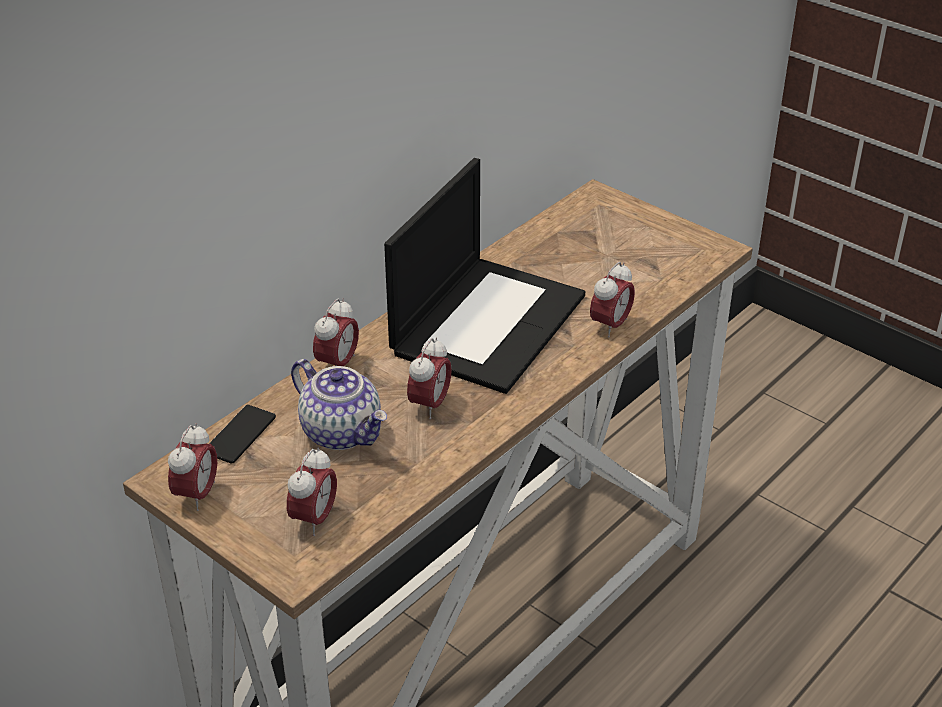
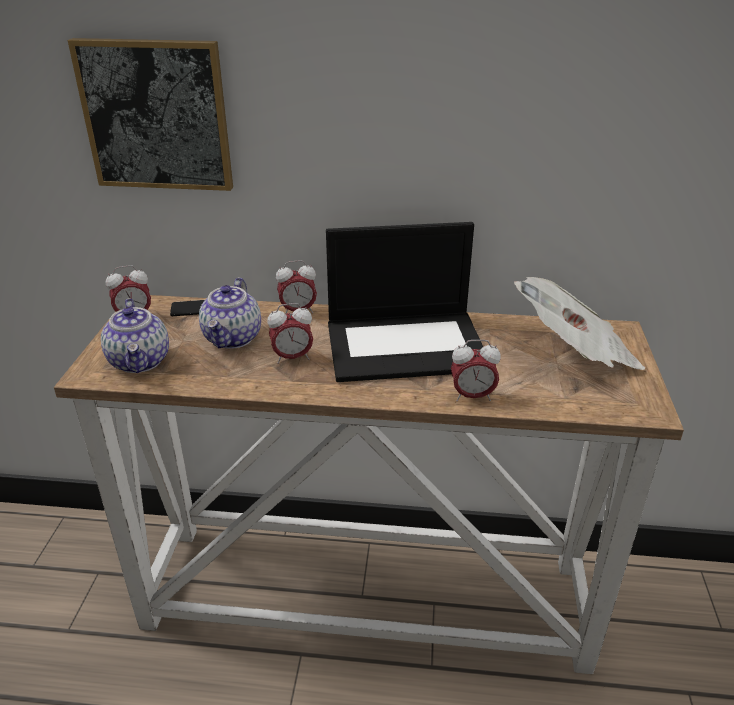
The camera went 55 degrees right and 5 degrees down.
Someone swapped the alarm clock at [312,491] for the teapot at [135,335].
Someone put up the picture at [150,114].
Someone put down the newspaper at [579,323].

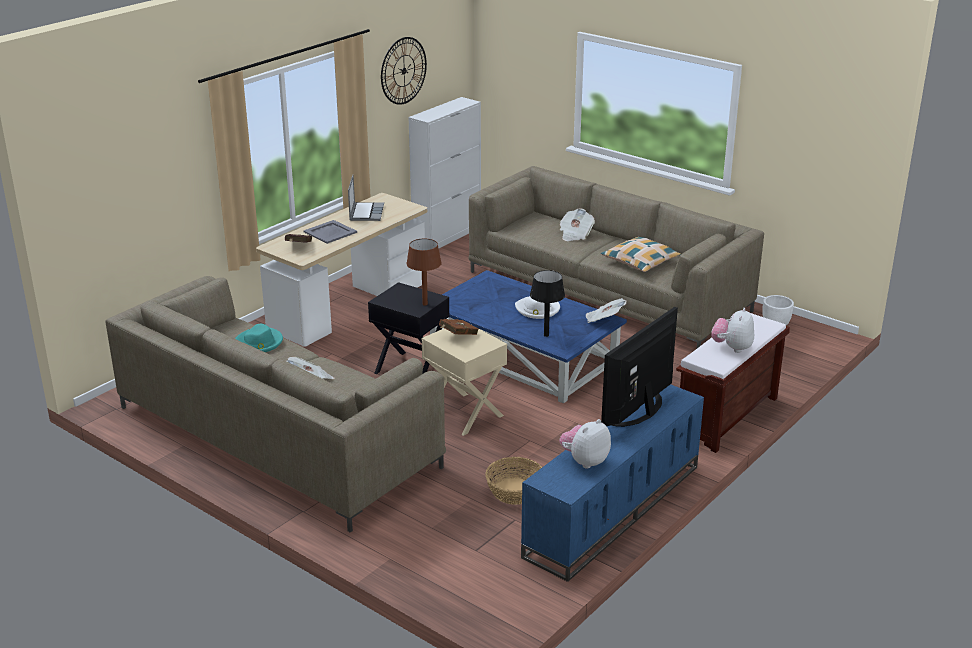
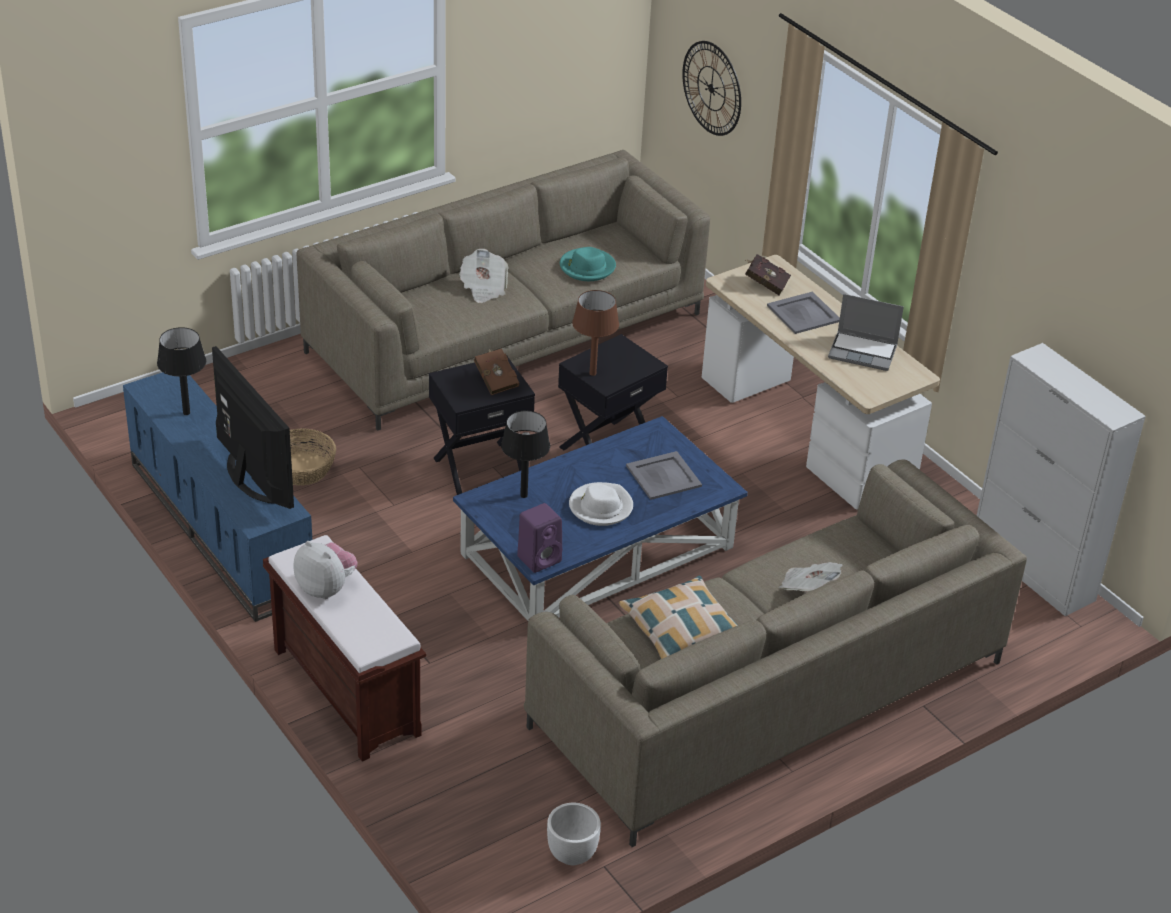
The camera went 105 degrees right and 10 degrees up.
Someone carried the wall clock from [404,71] to [711,88].
Someone repainted the beige side table at [464,381], which became the black side table at [482,425].
Someone swapped the plush toy at [585,444] for the black table lamp at [181,371].
Someone swapped the newspaper at [606,310] for the purple speaker at [539,538].
Someone put down the grey tray at [664,475].

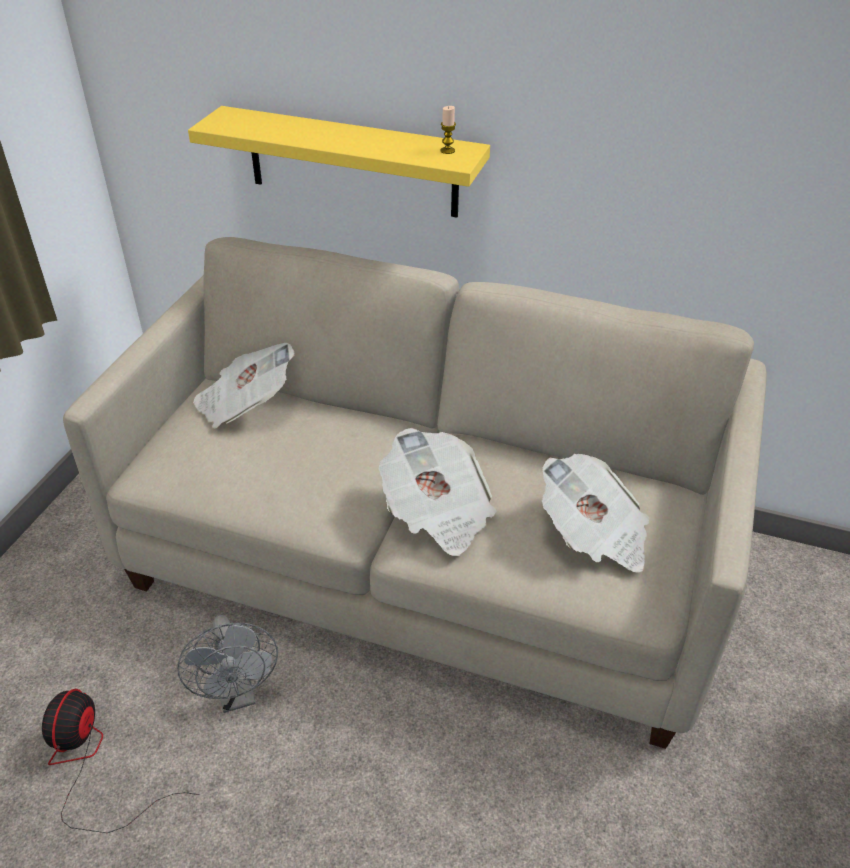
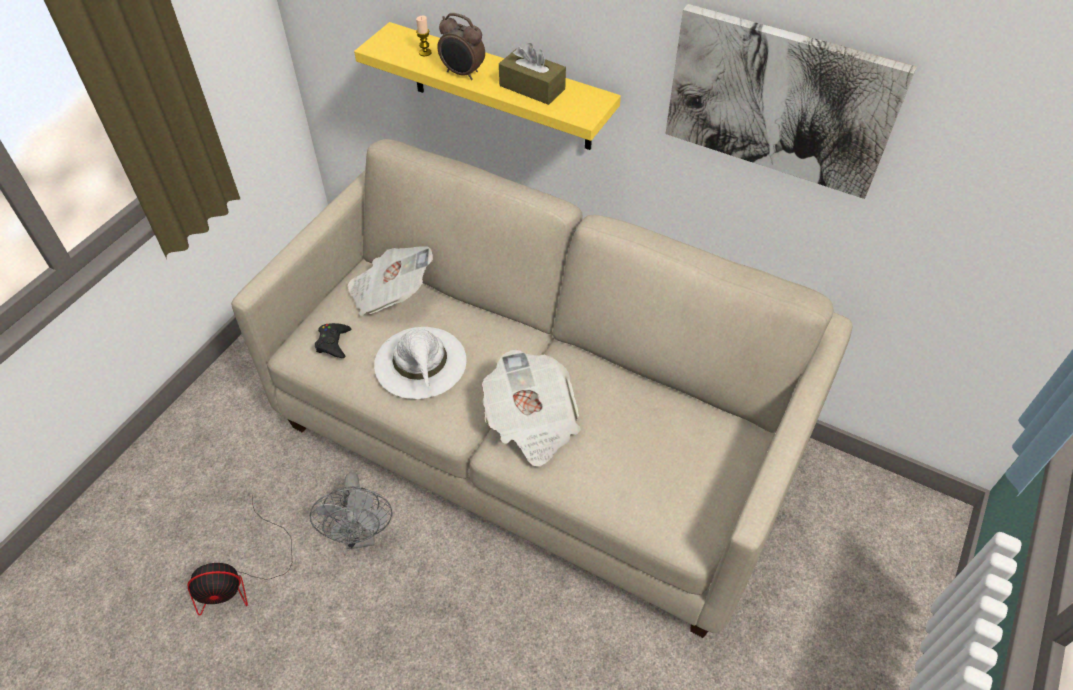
The camera went 10 degrees right and 10 degrees up.
Someone rotated the fan at [121,761] by 120 degrees counterclockwise.
Someone carried the candle from [448,130] to [424,36].
Someone took away the newspaper at [595,513].
Someone put down the black game controller at [333,340].
Someone put down the white hat at [420,363].
Someone put down the alarm clock at [461,46].
Someone put down the brown tissue box at [532,74].
Someone put up the picture at [791,101].

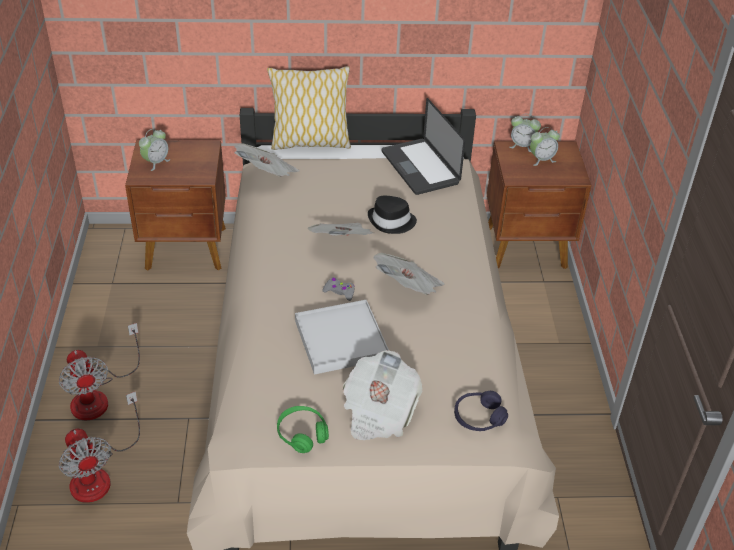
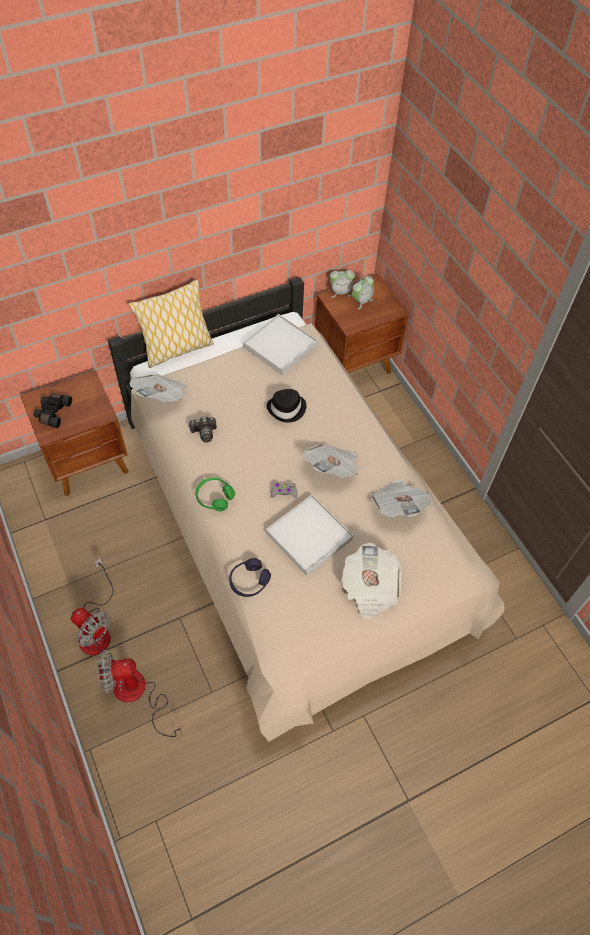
The camera went 25 degrees left and 15 degrees up.
Someone rotated the fan at [99,447] by 135 degrees clockwise.
Someone swapped the alarm clock at [154,150] for the black binoculars at [53,411].
Someone carried the green headphones from [303,429] to [215,494].
Someone carried the newspaper from [341,229] to [401,498].
Someone swapped the laptop at [423,146] for the white tray at [280,344].
Someone carried the purple headphones from [481,411] to [250,577].
Someone put down the photo camera at [203,429].

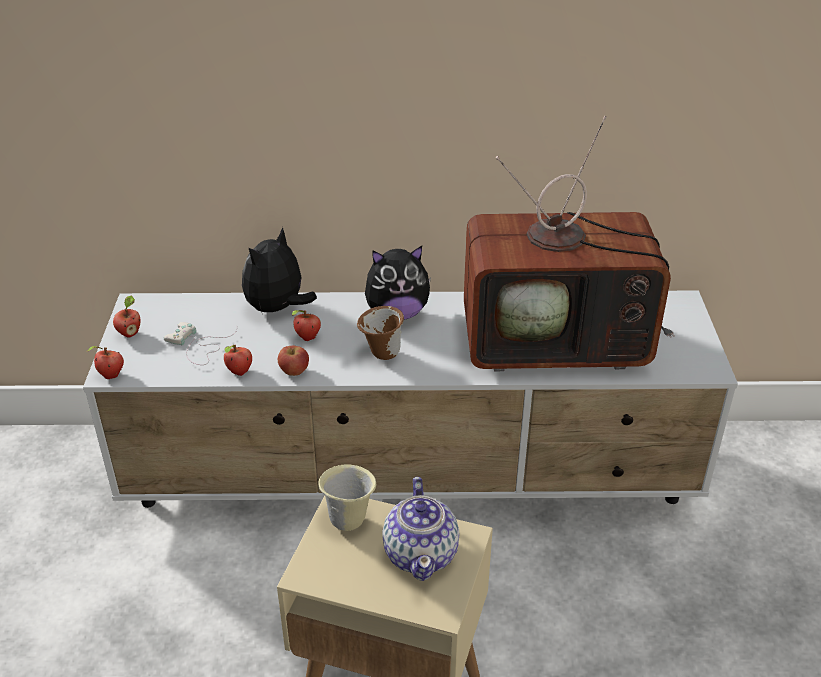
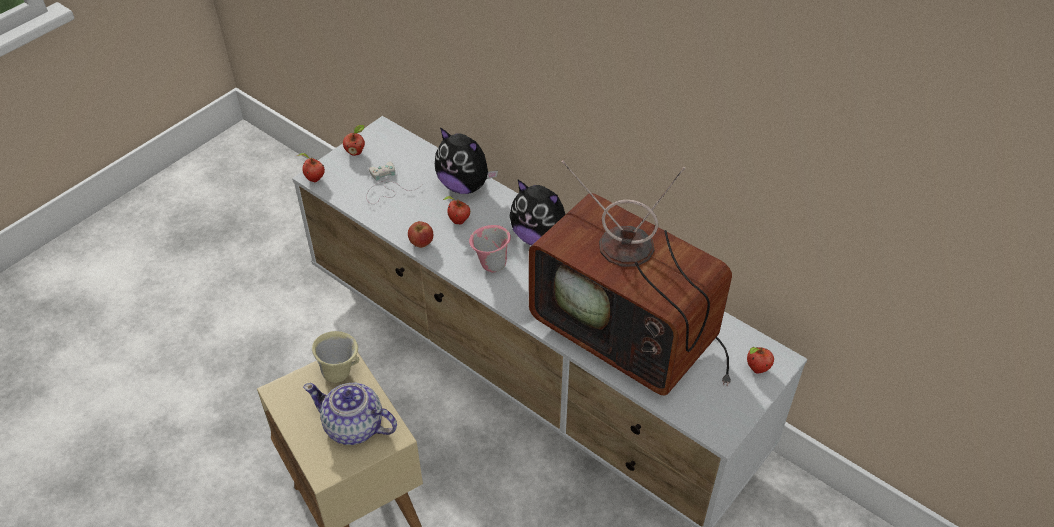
The camera went 40 degrees right and 10 degrees up.
Someone carried the apple from [238,360] to [760,360].
Someone rotated the plush toy at [279,269] by 135 degrees counterclockwise.
Someone repainted the brown mug at [380,333], which became the pink mug at [490,248].
Someone rotated the teapot at [420,529] by 75 degrees clockwise.

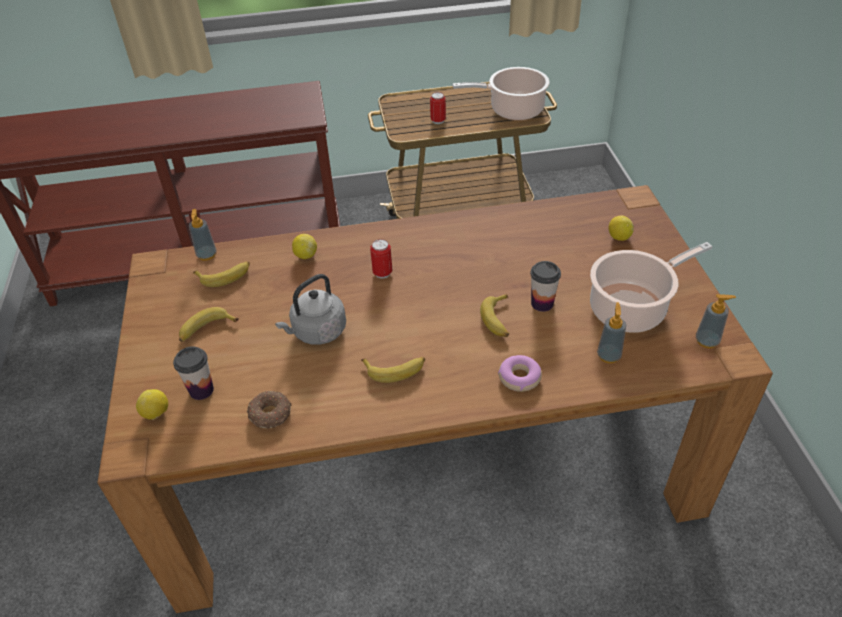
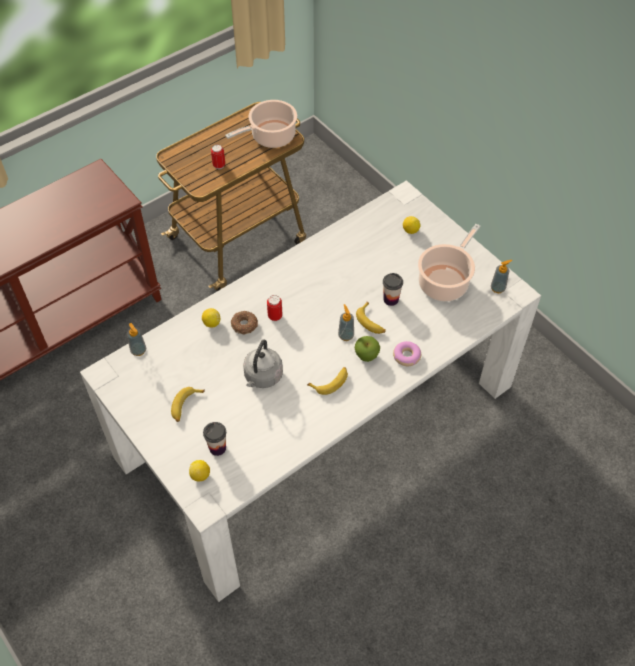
The camera went 30 degrees left and 10 degrees up.
Someone repainted the brown dining table at [435,399], which became the white dining table at [310,391].
Someone took away the banana at [221,274].
Someone carried the donut from [269,410] to [244,322].
Someone carried the soap dispenser from [611,332] to [346,322].
Someone put down the apple at [367,349].

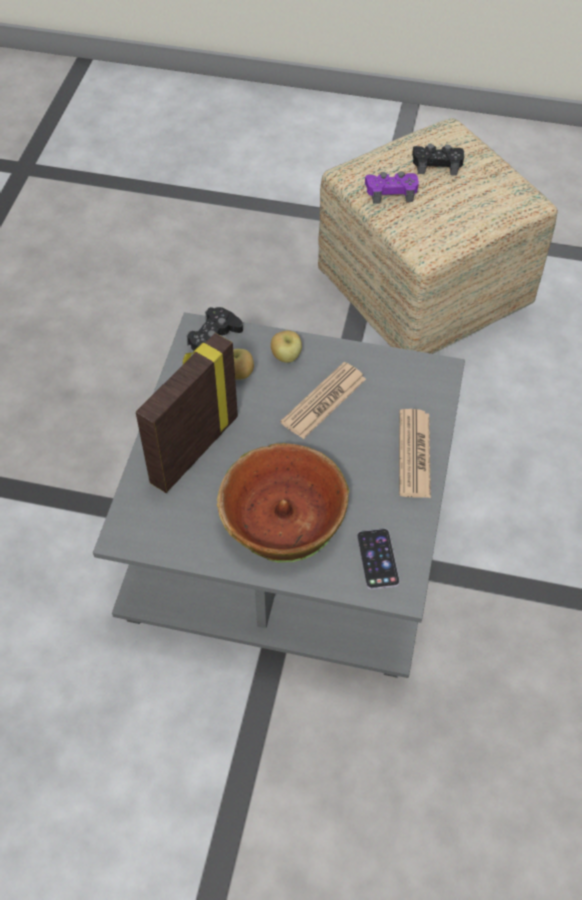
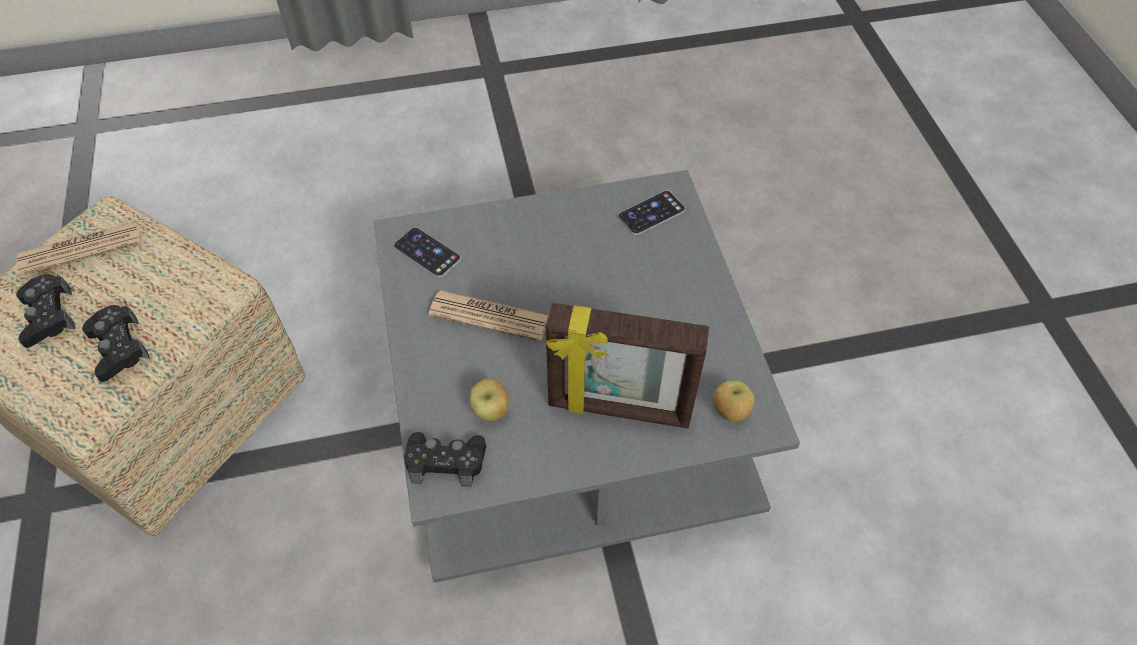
The camera went 115 degrees left and 0 degrees up.
Someone took away the bowl at [283,503].
Someone carried the apple from [286,346] to [734,401].
Someone repainted the purple game controller at [392,187], which became the black game controller at [116,343].
Someone carried the newspaper from [415,453] to [79,248].
Someone put down the phone at [427,252].

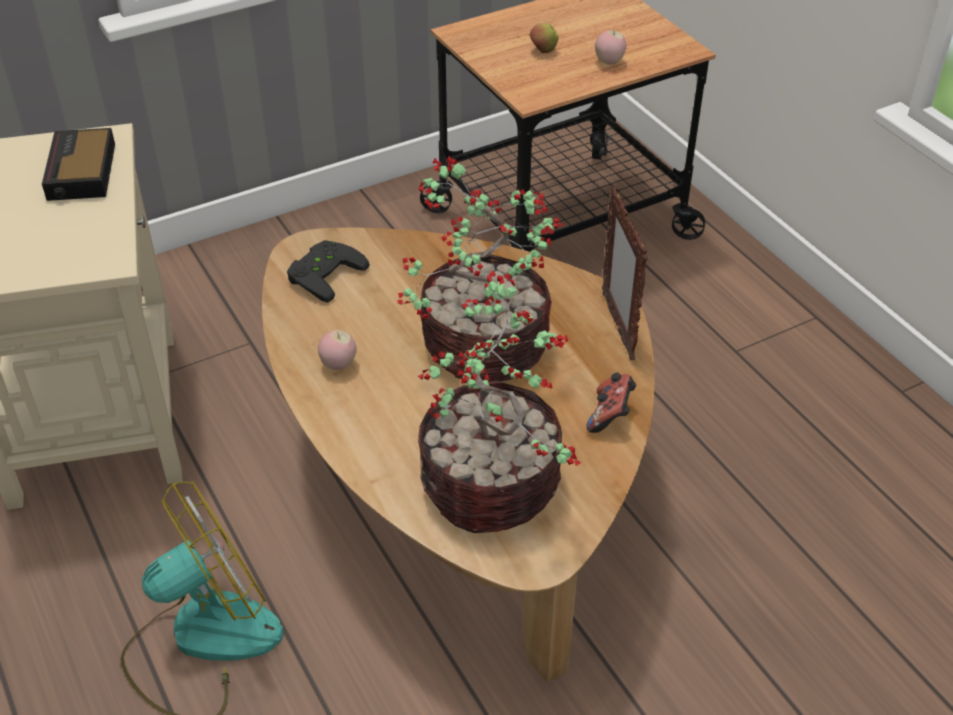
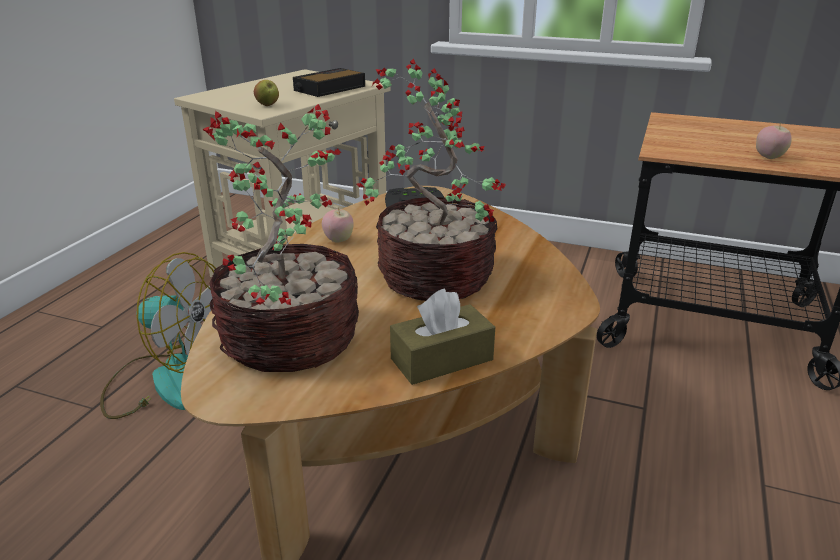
The camera went 50 degrees right and 15 degrees down.
Someone carried the apple from [544,38] to [266,93].
Someone swapped the game controller at [611,402] for the brown tissue box at [442,337].
Someone took away the picture frame at [625,273].

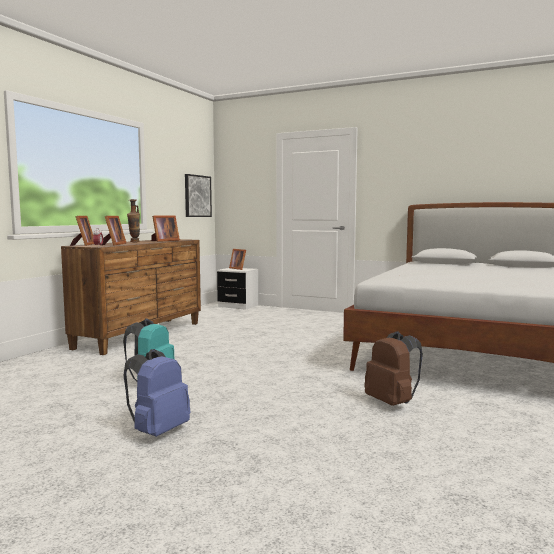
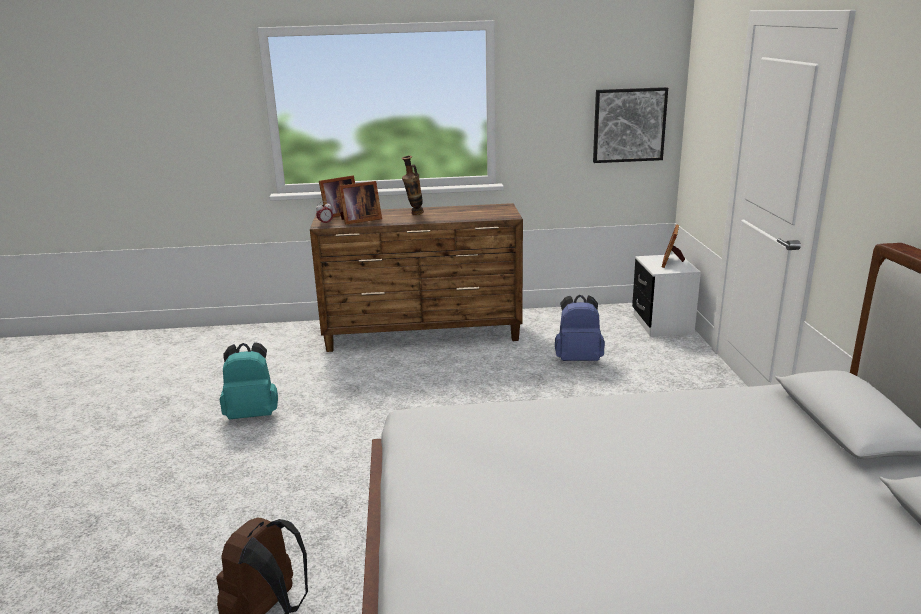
The camera went 60 degrees right and 15 degrees up.
Someone carried the blue backpack from [157,393] to [580,328].
Someone took away the picture frame at [165,229].

